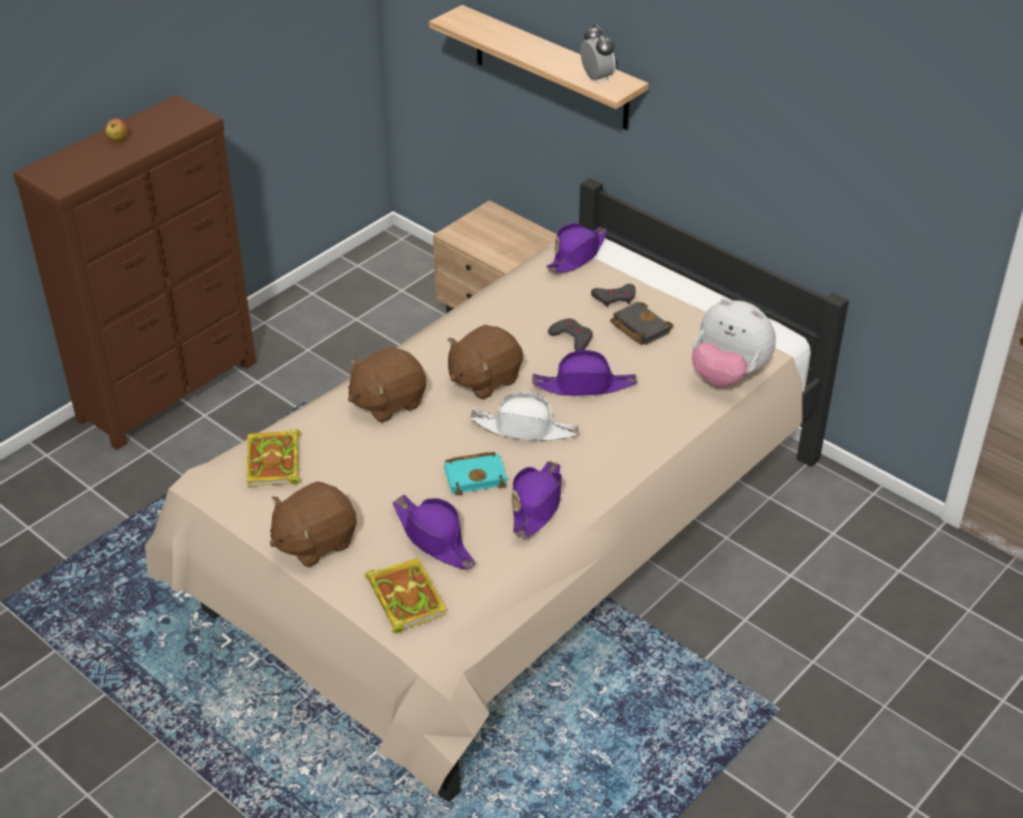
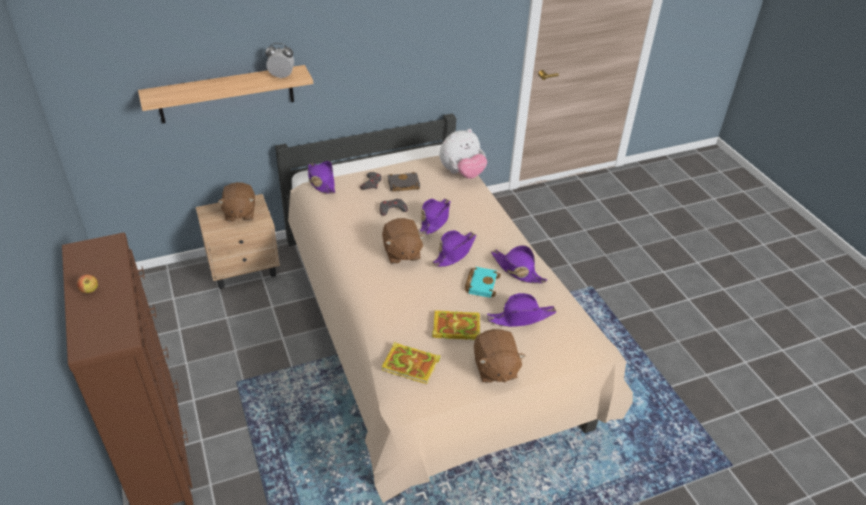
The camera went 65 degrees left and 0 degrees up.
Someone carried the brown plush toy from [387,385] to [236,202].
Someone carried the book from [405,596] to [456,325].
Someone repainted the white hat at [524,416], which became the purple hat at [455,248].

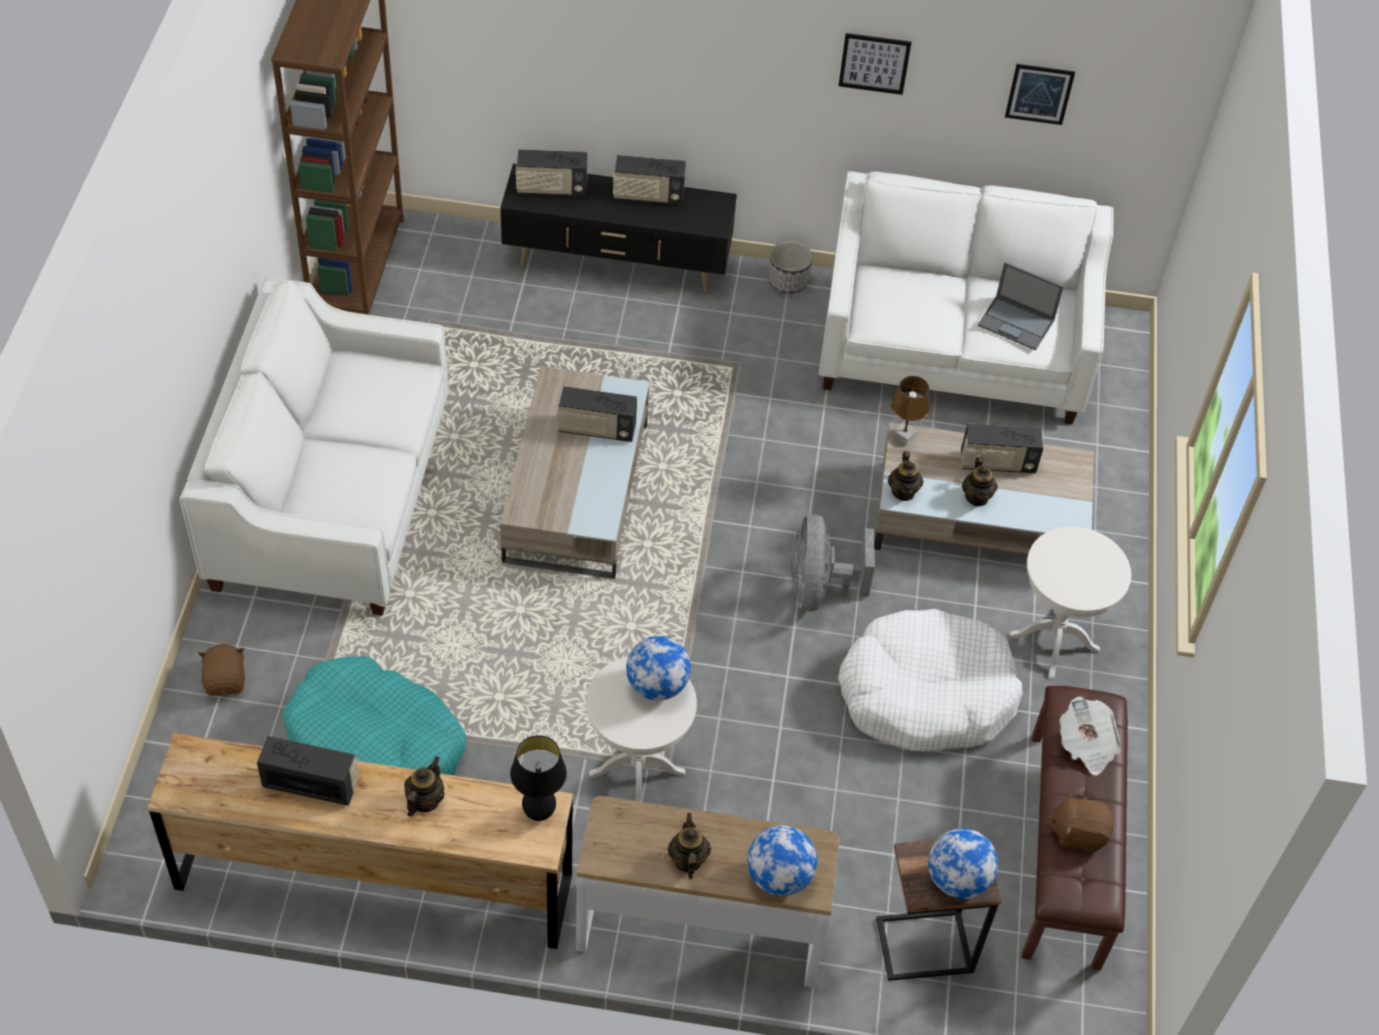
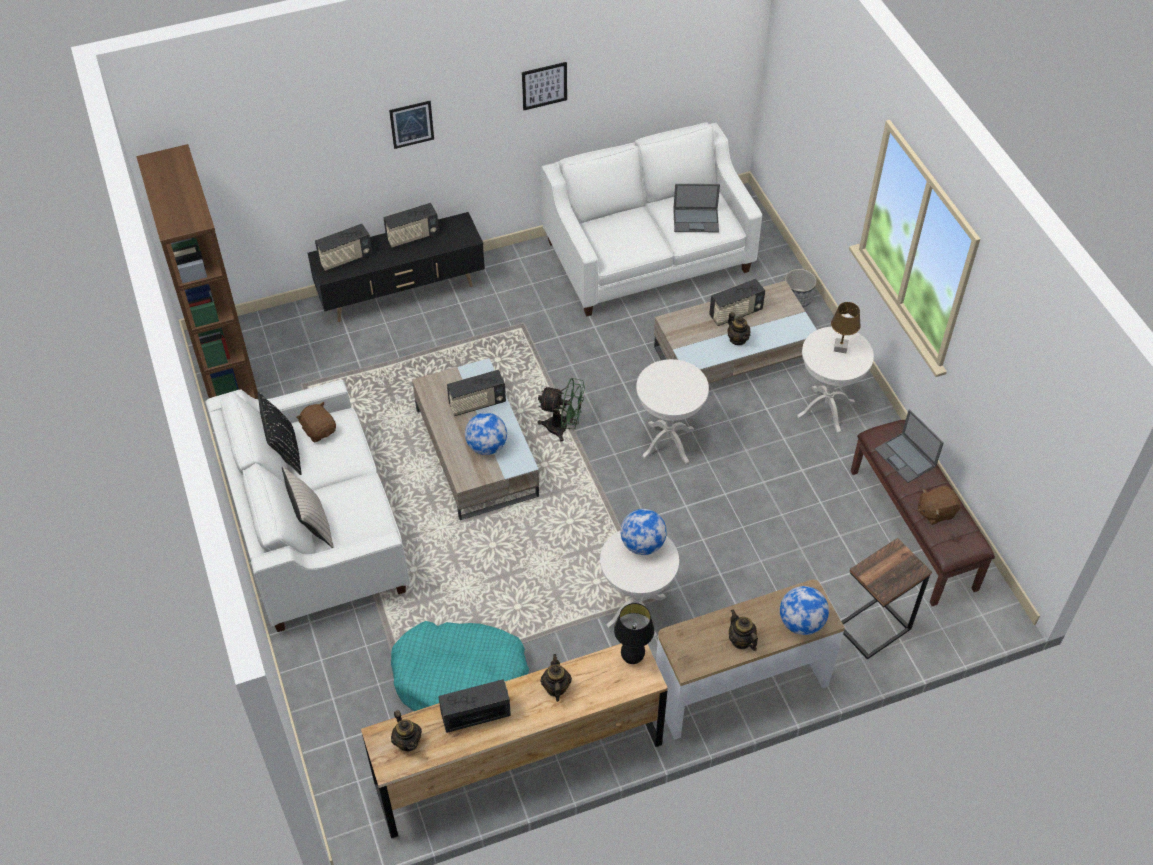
The camera went 25 degrees left and 0 degrees up.
Someone carried the brown plush toy from [221,670] to [316,422].
Someone carried the planter from [790,267] to [801,288].
Someone swapped the grey fan at [832,562] for the white side table at [672,411].
Someone took away the white dog bed at [930,680].
Someone carried the teapot from [906,476] to [406,730].
Someone carried the brown table lamp from [910,411] to [846,327].
Someone carried the globe from [963,863] to [486,434].
Someone carried the picture from [1040,94] to [411,125].
Someone swapped the newspaper at [1090,736] for the laptop at [909,446].
Someone put down the black pillow at [280,433].
Someone put down the beige pillow at [308,507].
Someone put down the green fan at [561,410].

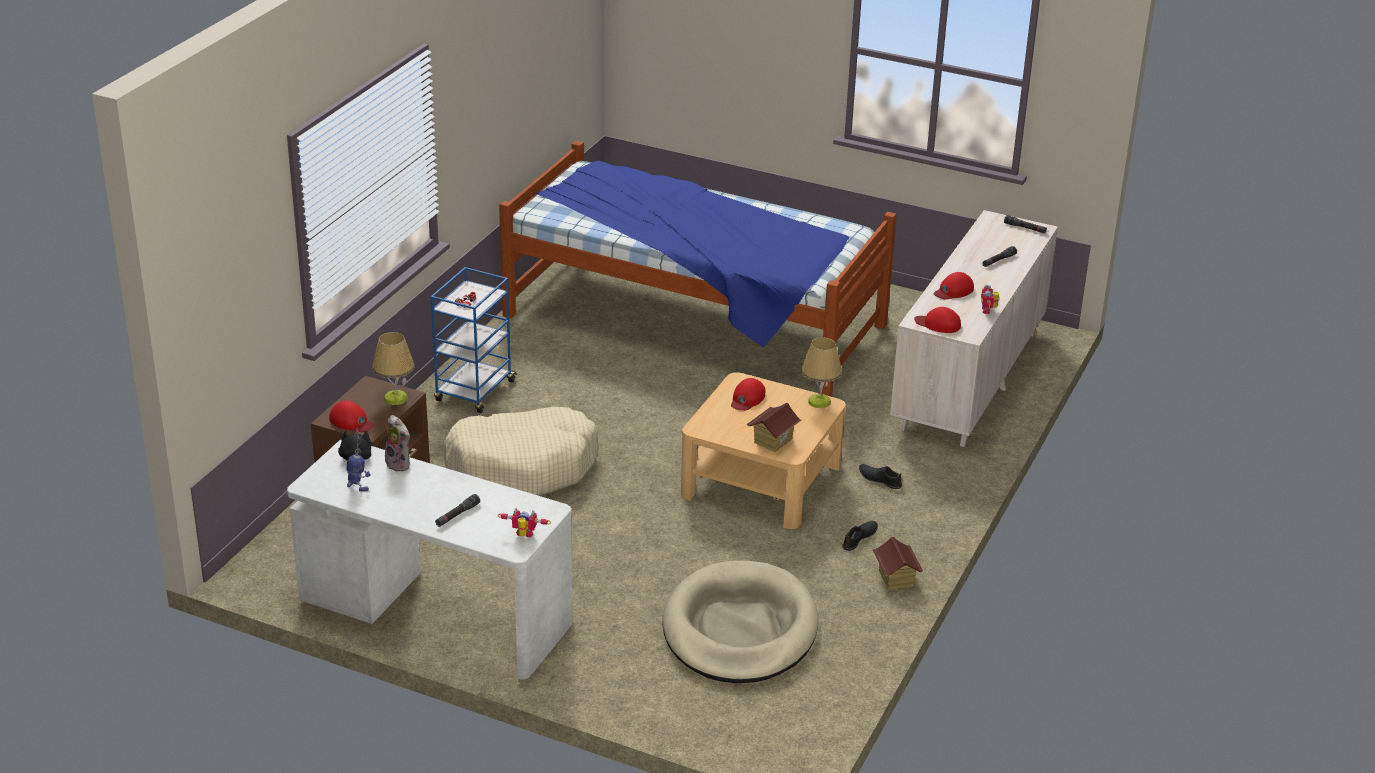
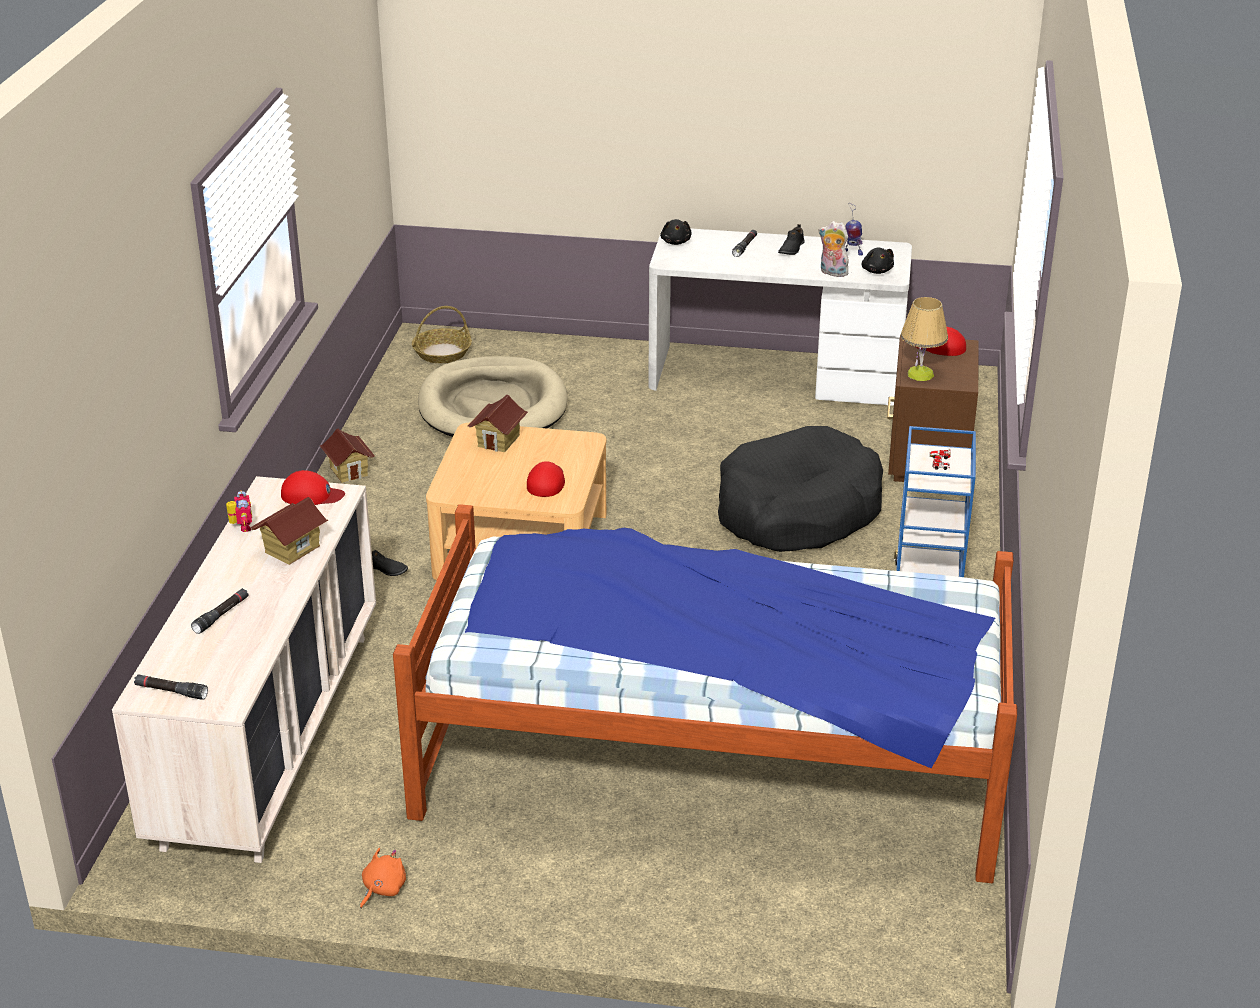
The camera went 165 degrees right and 0 degrees up.
Someone repainted the beige dog bed at [521,450], which became the black dog bed at [800,489].
Someone swapped the toy robot at [524,522] for the black plush toy at [675,232].
Someone took away the table lamp at [821,372].
Someone carried the black shoe from [860,536] to [791,239].
Someone swapped the red cap at [954,286] for the toy house at [289,531].
Someone put down the orange plush toy at [383,878].
Someone put down the basket at [442,334].

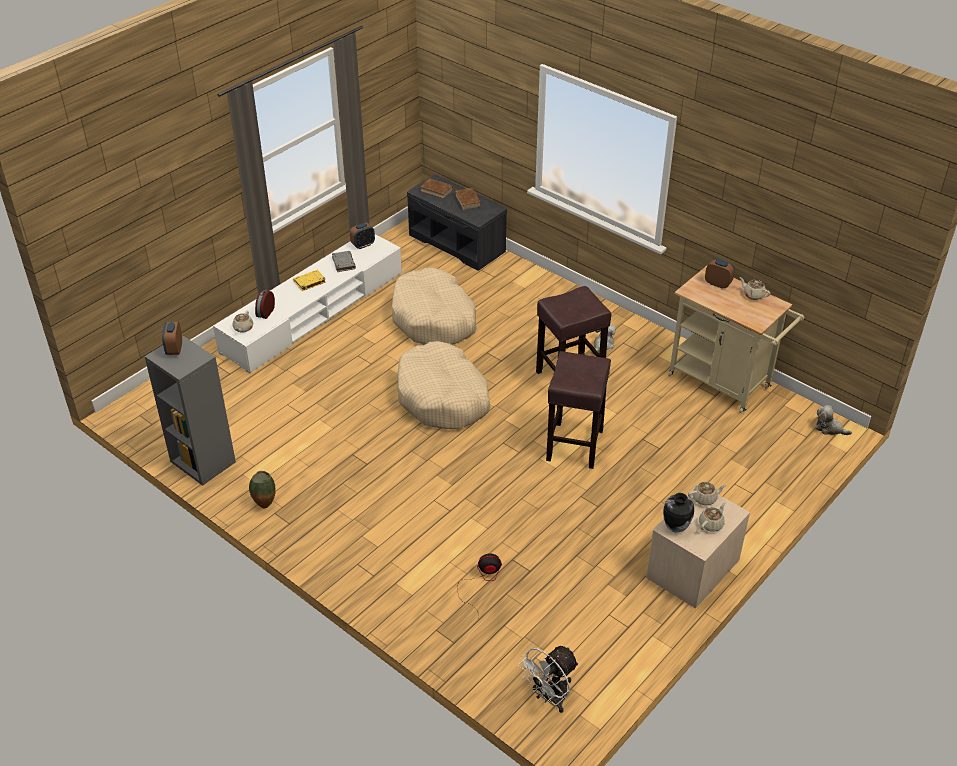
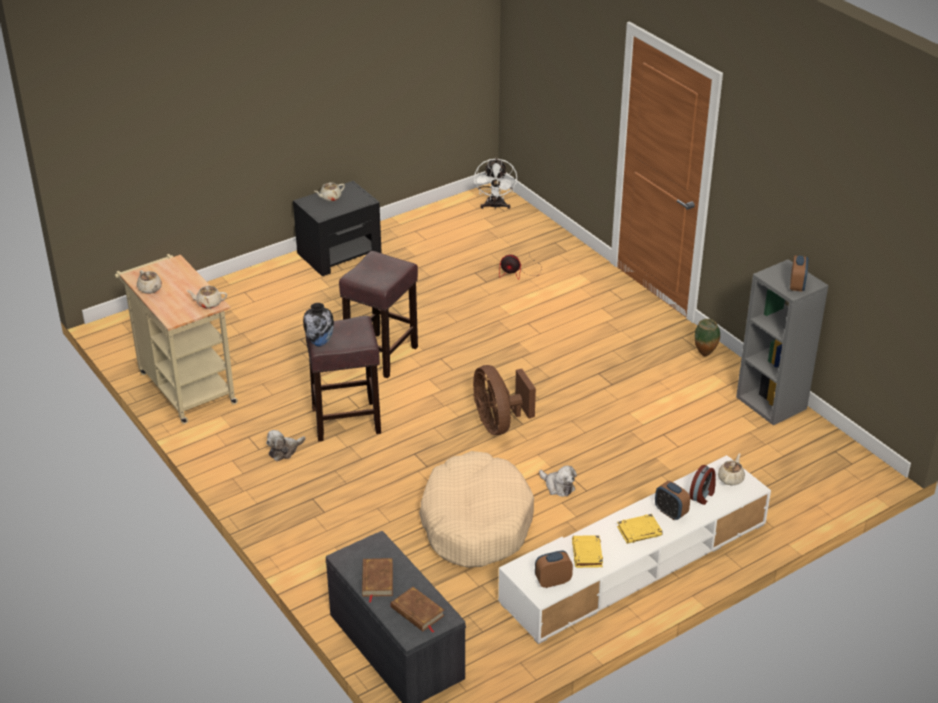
The camera went 165 degrees left and 5 degrees down.
Someone repainted the grey book at [344,261], which became the yellow book at [587,551].
Someone swapped the beige dog bed at [444,385] for the brown fan at [504,400].
Someone rotated the white fan at [548,679] by 120 degrees clockwise.
Someone repainted the beige nightstand at [698,546], which became the black nightstand at [337,228].
Someone carried the vase from [678,512] to [318,324].
Someone carried the beige teapot from [707,493] to [206,297].
Someone carried the alarm clock from [720,274] to [672,500].
Someone carried the plush toy from [833,420] to [558,481].

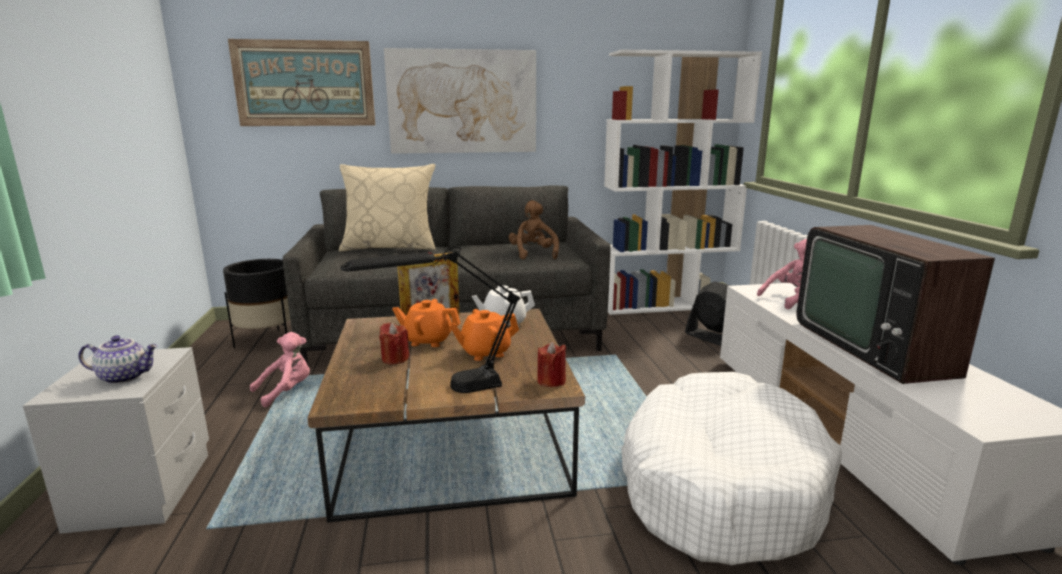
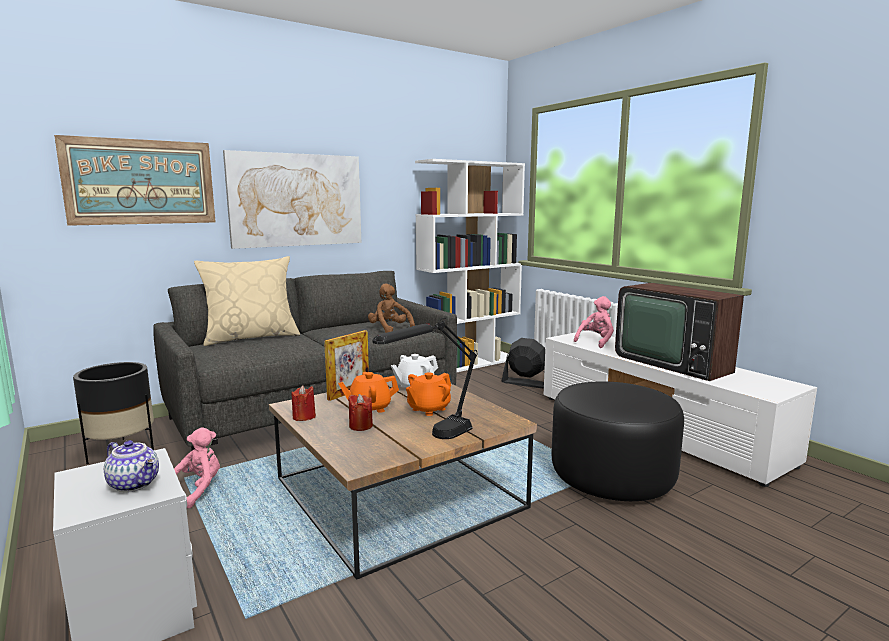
The camera went 25 degrees left and 5 degrees down.
Someone rotated the teapot at [118,359] by 60 degrees clockwise.
Someone carried the red candle from [551,364] to [303,403].
Someone swapped the white dog bed at [731,468] for the black ottoman at [617,441].

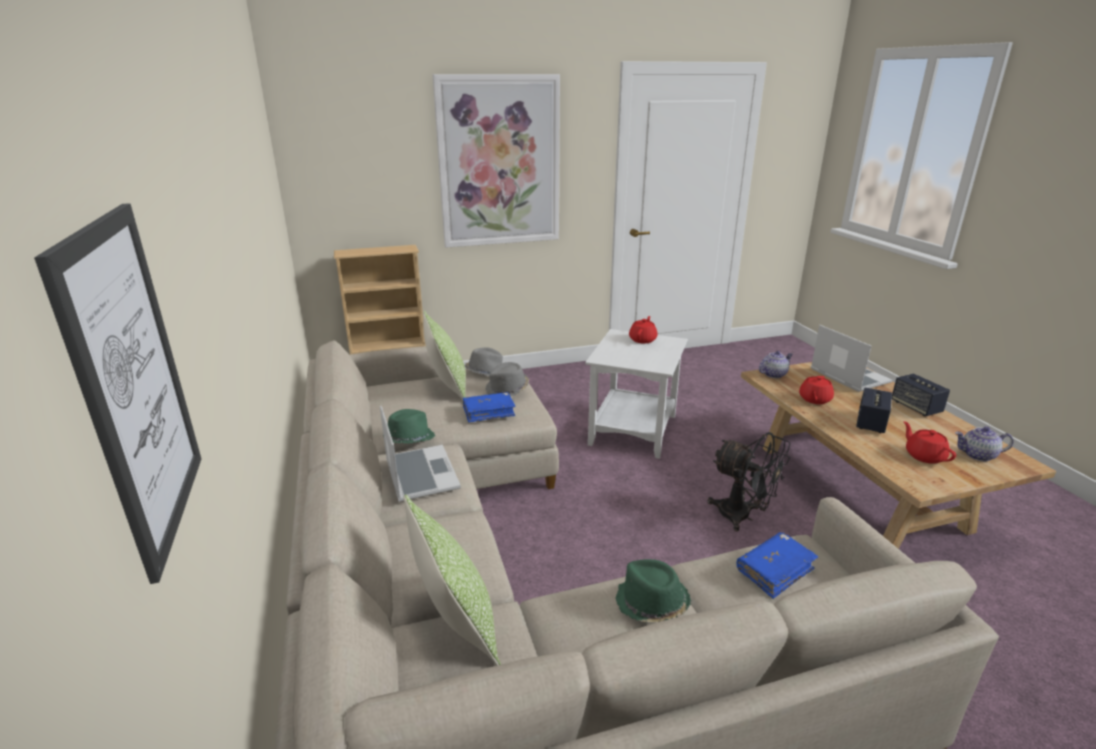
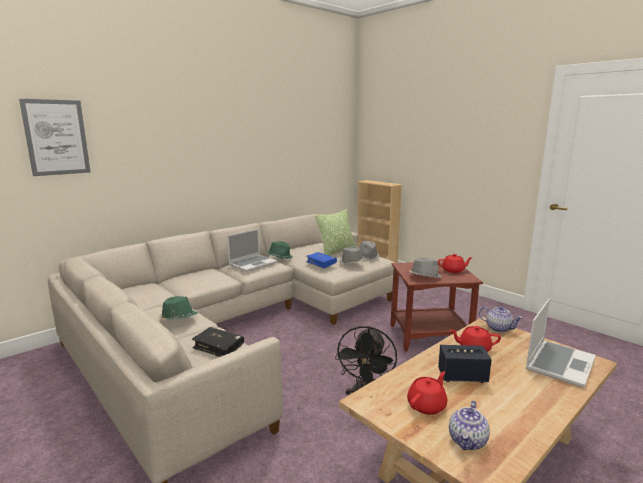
The camera went 65 degrees right and 10 degrees down.
Someone took away the pillow at [452,580].
Someone took away the picture at [496,161].
Someone repainted the white side table at [636,394], which became the brown side table at [436,307].
Someone repainted the blue book at [777,565], which became the black book at [218,342].
Someone took away the speaker at [921,395].
Someone rotated the teapot at [984,443] by 135 degrees counterclockwise.
Someone put down the grey hat at [425,267].

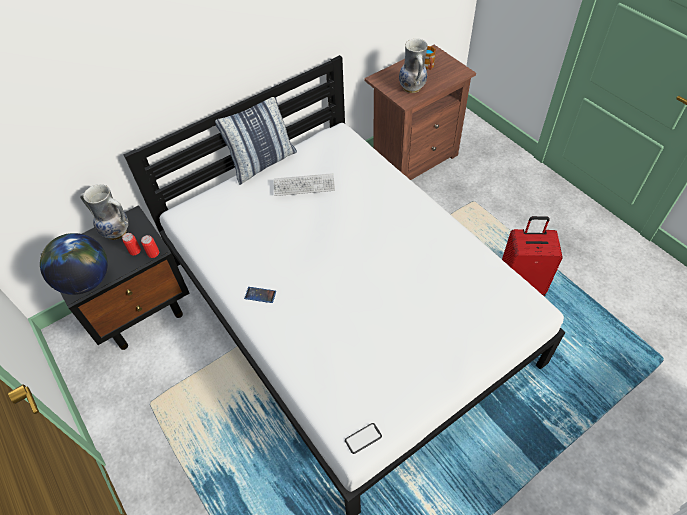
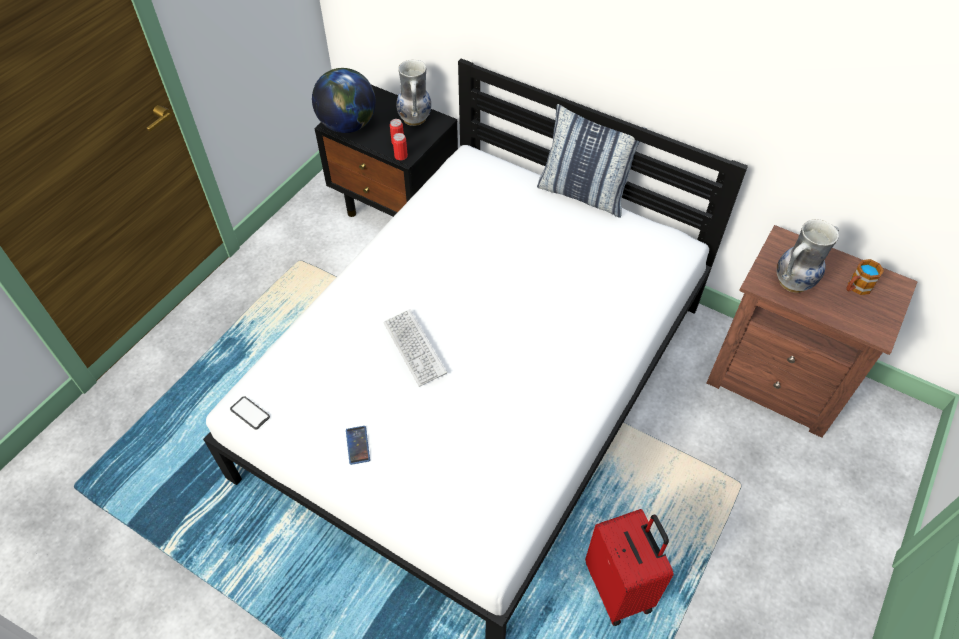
The camera went 65 degrees right and 0 degrees up.
Someone carried the phone from [260,295] to [358,445].
Someone carried the keyboard from [304,184] to [415,348].

